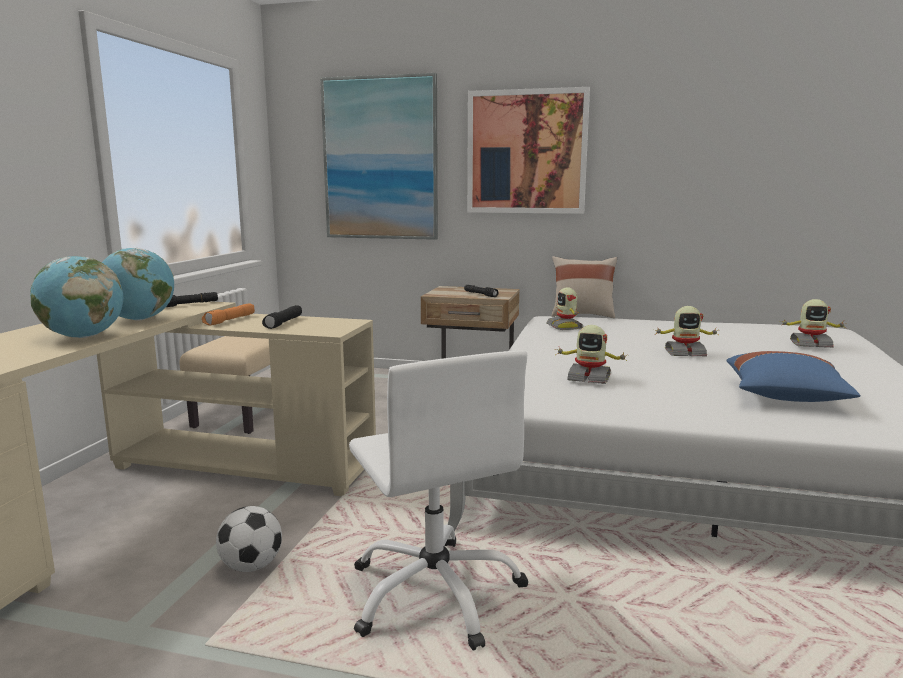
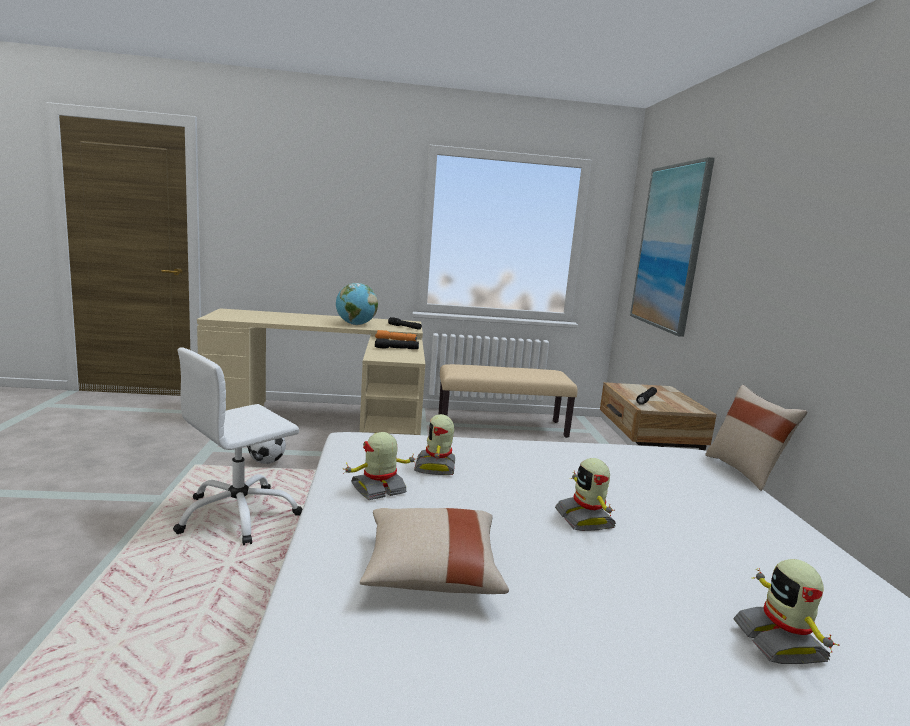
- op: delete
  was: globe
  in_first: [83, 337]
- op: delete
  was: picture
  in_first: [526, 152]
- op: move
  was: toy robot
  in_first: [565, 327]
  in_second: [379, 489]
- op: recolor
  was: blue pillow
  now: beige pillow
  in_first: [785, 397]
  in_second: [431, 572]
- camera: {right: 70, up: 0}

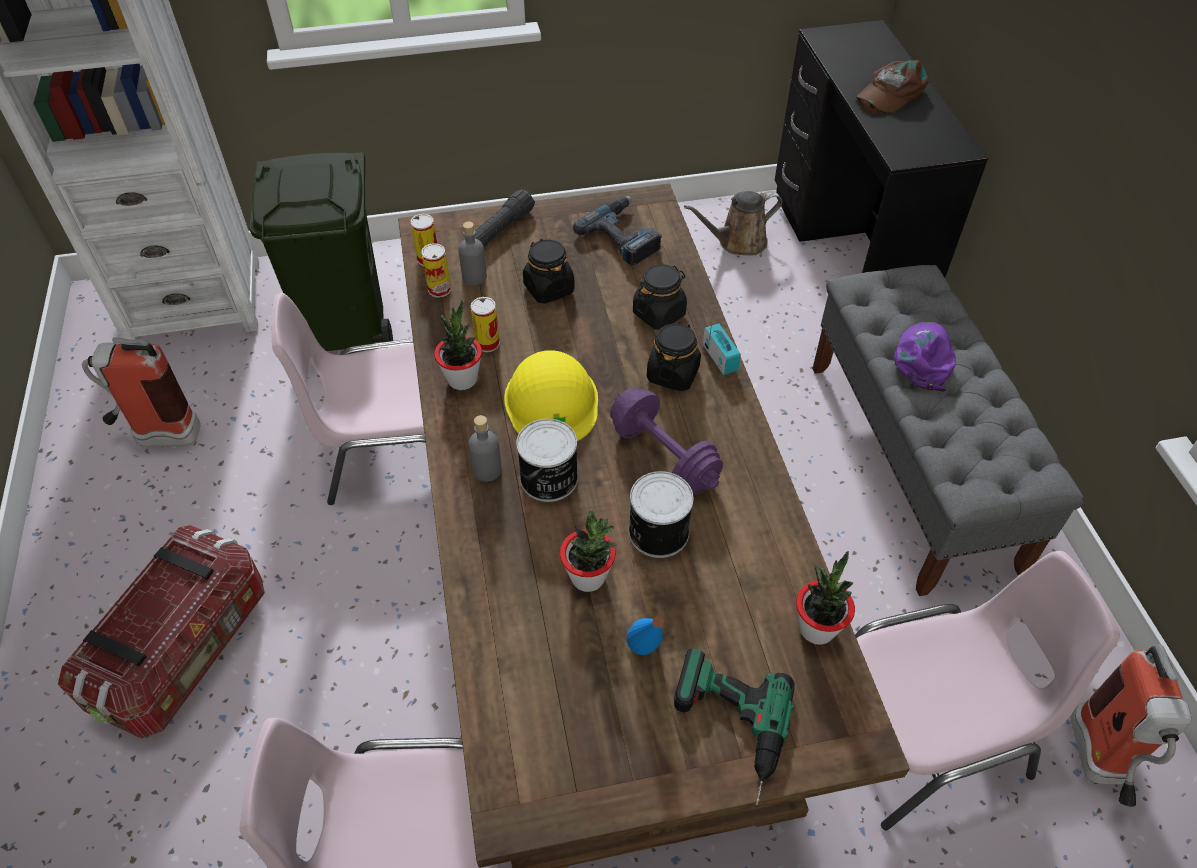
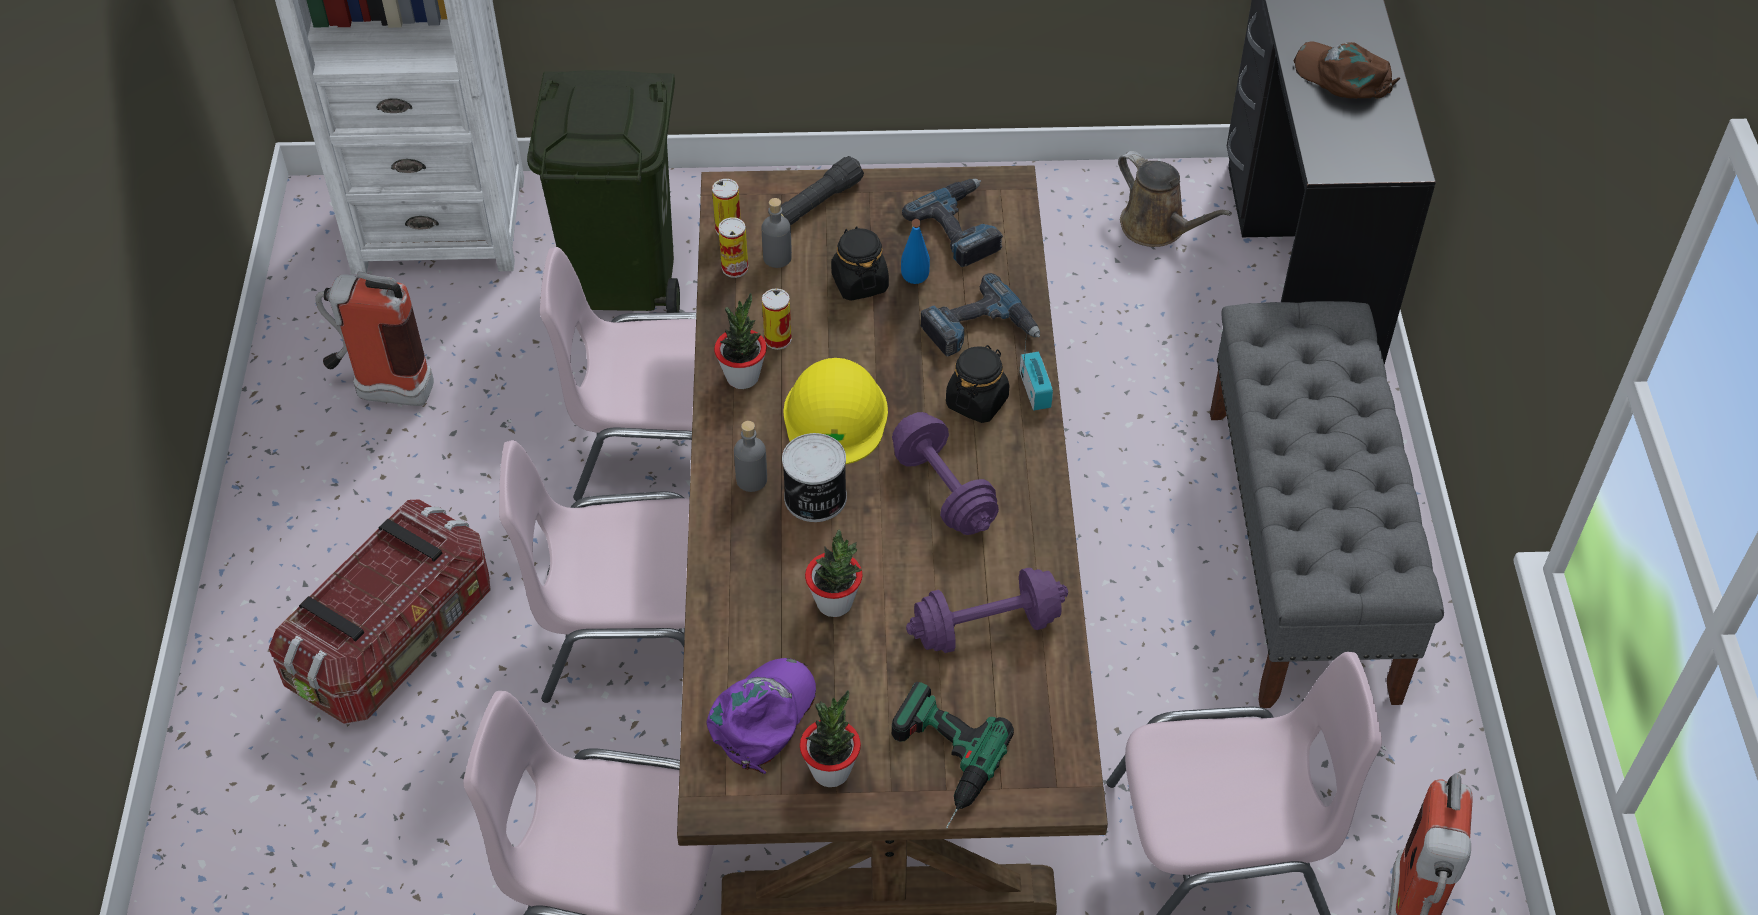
- op: move
  was: blue bottle
  in_first: [646, 659]
  in_second: [914, 286]
- op: delete
  was: can
  in_first: [656, 532]
- op: replace
  was: black jar
  now: power drill
  in_first: [659, 313]
  in_second: [979, 329]
- op: rotate
  was: brown watering can
  in_first: [737, 242]
  in_second: [1157, 228]
  clockwise: -120
- op: move
  was: potted plant
  in_first: [817, 628]
  in_second: [831, 771]
- op: rotate
  was: brown cap
  in_first: [890, 93]
  in_second: [1343, 76]
  clockwise: 75
- op: move
  was: purple cap
  in_first: [924, 358]
  in_second: [763, 716]
- op: insert
  now: pink chair
  in_second: [630, 631]
- op: insert
  now: purple dumbbell
  in_second: [986, 627]
- camera: {right: 10, up: 0}

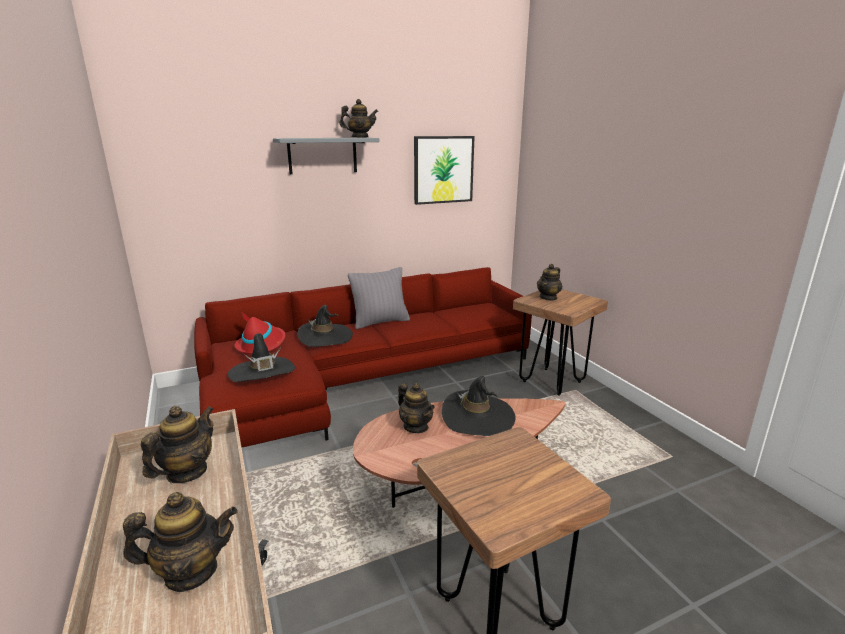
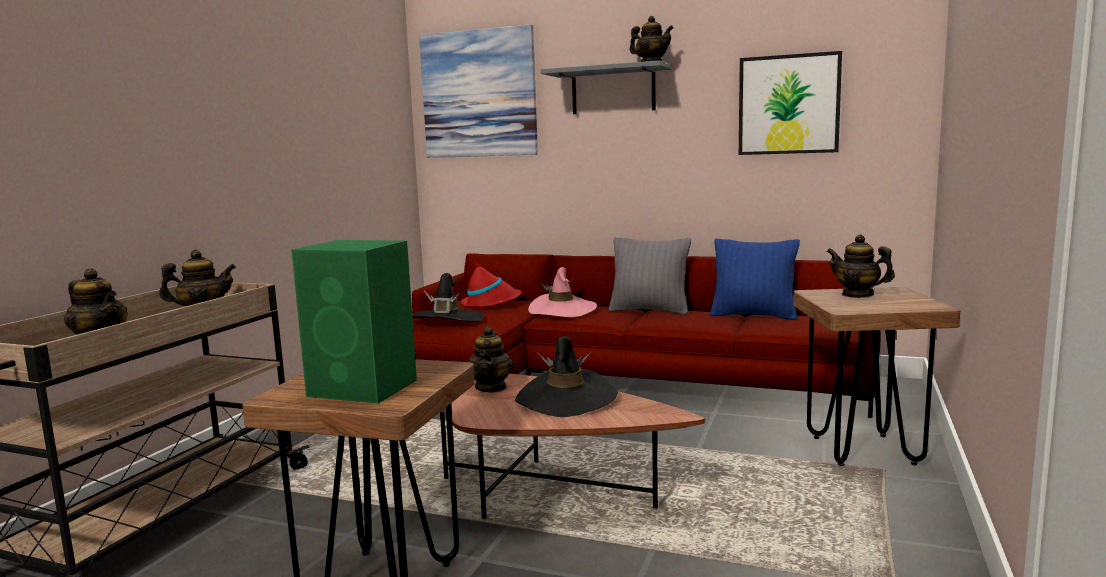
- op: recolor
  was: black hat
  now: pink hat
  in_first: [325, 337]
  in_second: [562, 310]
- op: rotate
  was: teapot
  in_first: [548, 297]
  in_second: [857, 295]
  clockwise: 45
- op: insert
  now: green speaker
  in_second: [365, 388]
- op: insert
  now: picture
  in_second: [479, 94]
- op: insert
  now: blue pillow
  in_second: [753, 316]
- camera: {right: 45, up: -10}

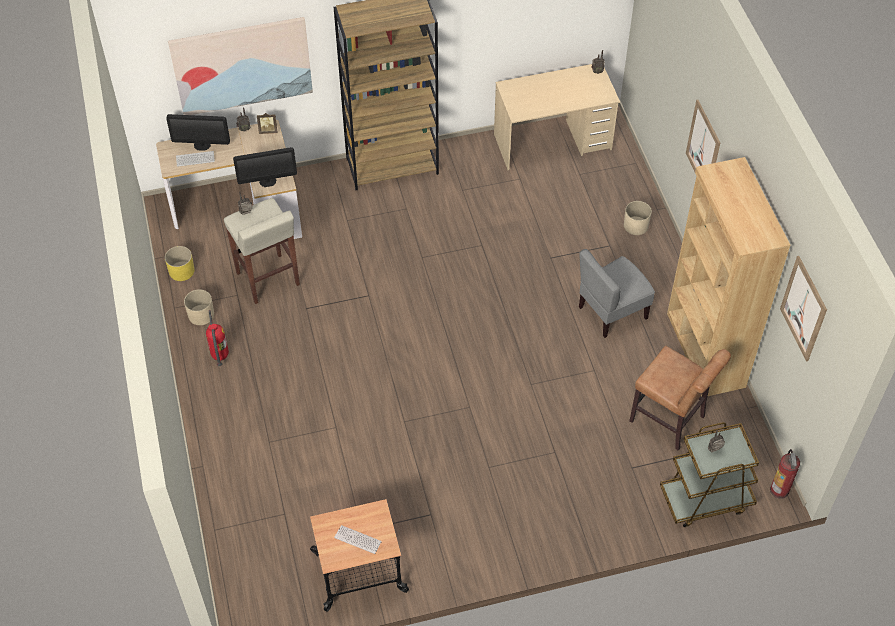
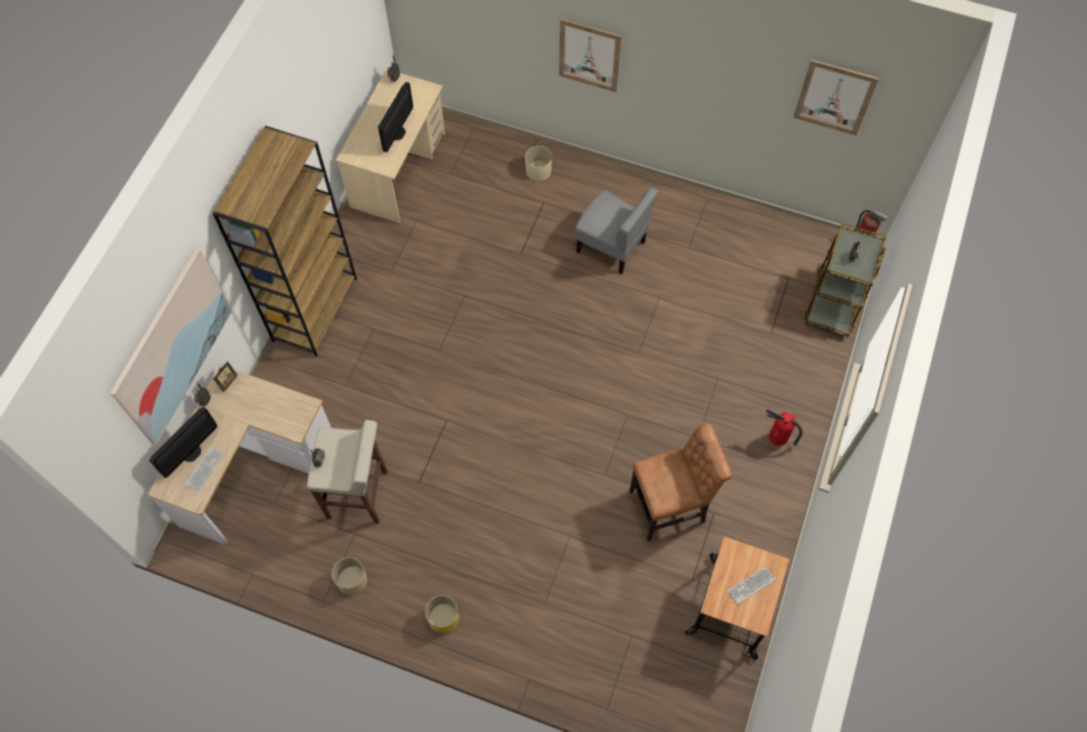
- op: move
  was: yellow planter
  in_first: [181, 271]
  in_second: [443, 618]
- op: move
  was: fire extinguisher
  in_first: [219, 356]
  in_second: [776, 440]
- op: move
  was: monitor
  in_first: [267, 181]
  in_second: [397, 133]
- op: rotate
  was: grey chair
  in_first: [612, 312]
  in_second: [611, 246]
  clockwise: -60
- op: move
  was: brown chair
  in_first: [670, 421]
  in_second: [671, 506]
- op: delete
  was: brown bookcase
  in_first: [705, 350]
- camera: {right: -55, up: 10}

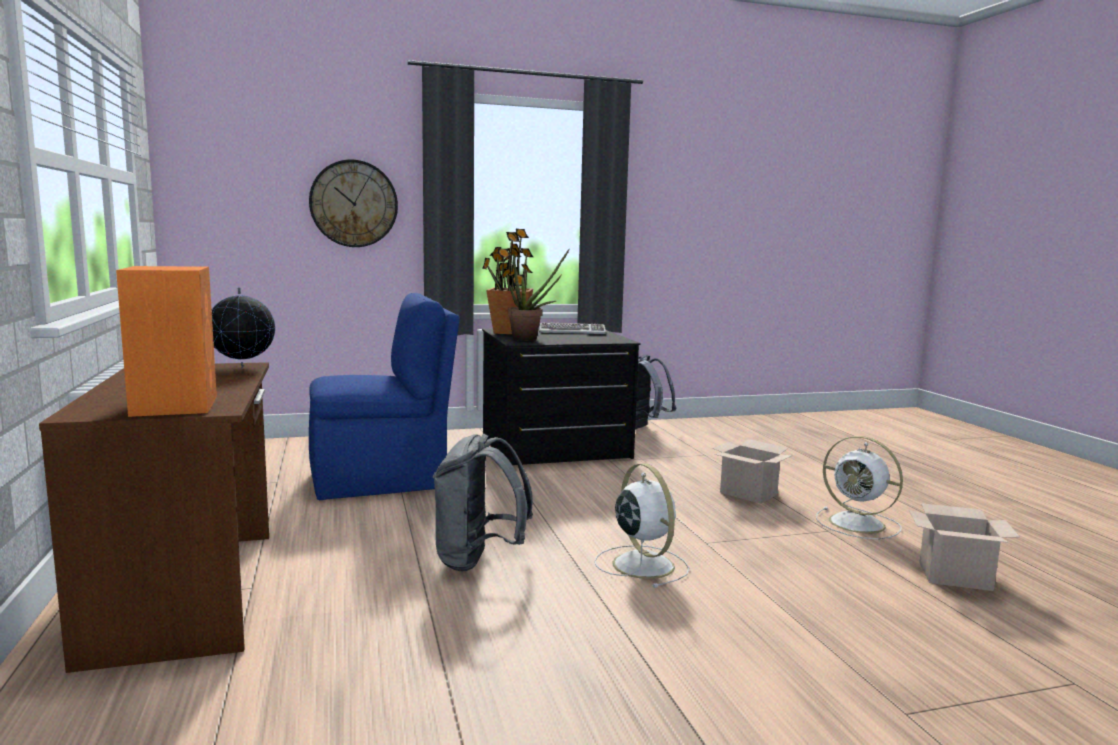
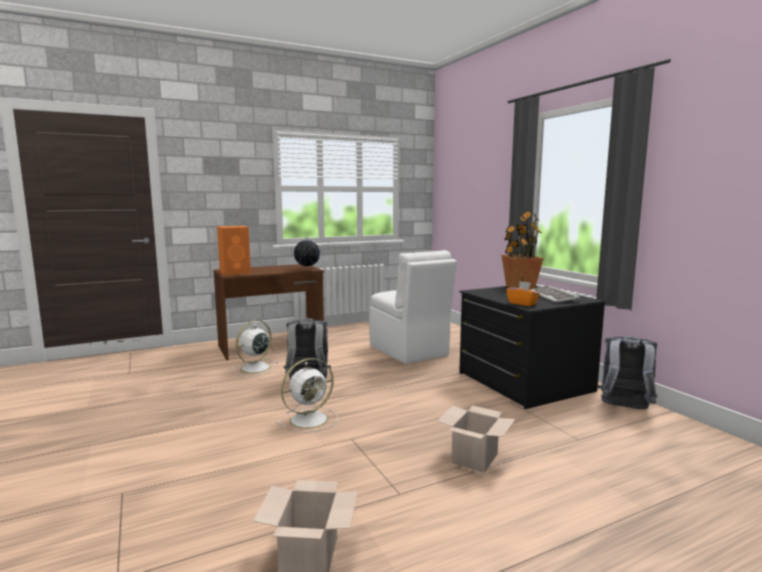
- op: delete
  was: wall clock
  in_first: [354, 203]
- op: recolor
  was: blue chair
  now: white chair
  in_first: [382, 480]
  in_second: [409, 351]
- op: delete
  was: potted plant
  in_first: [530, 339]
- op: move
  was: white fan
  in_first: [859, 524]
  in_second: [254, 368]
- op: insert
  now: orange tissue box
  in_second: [522, 303]
- camera: {right: 80, up: 0}

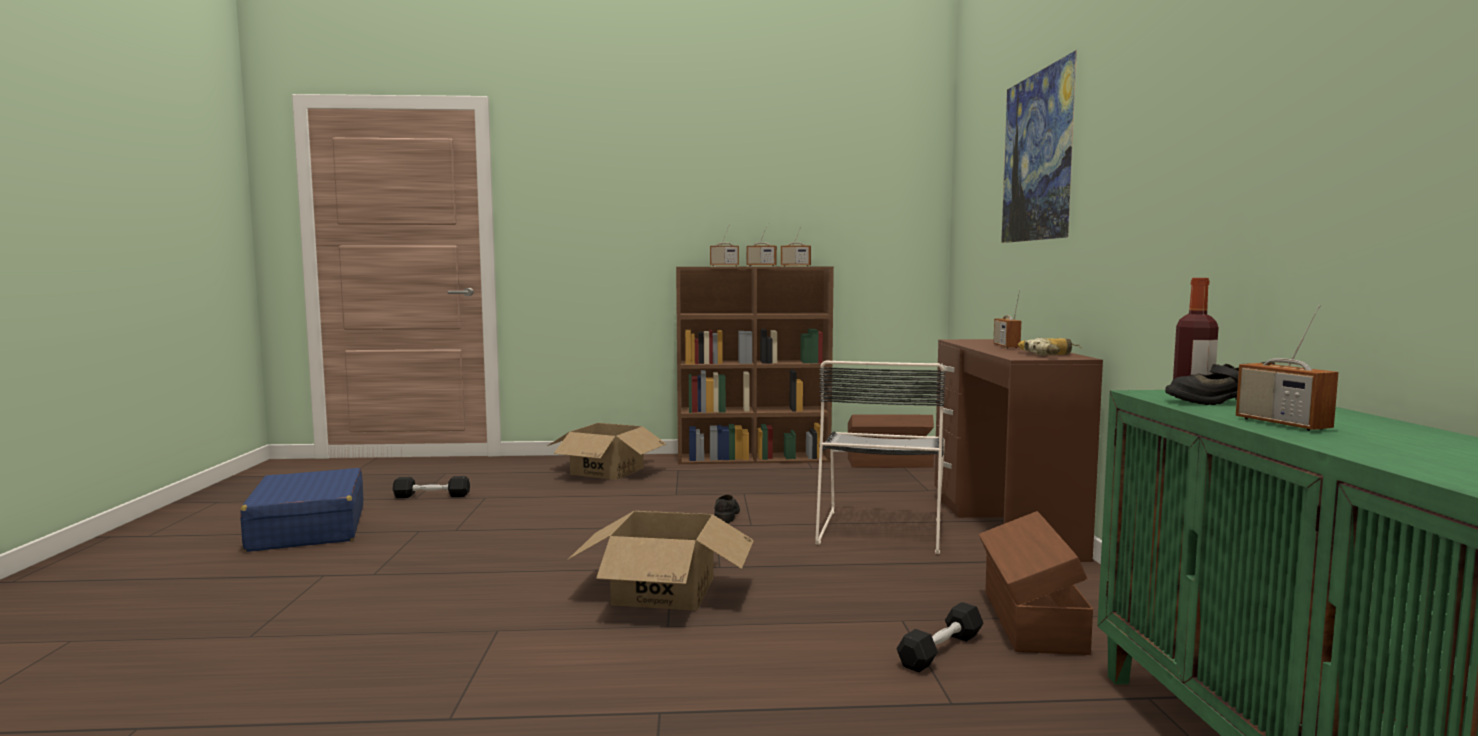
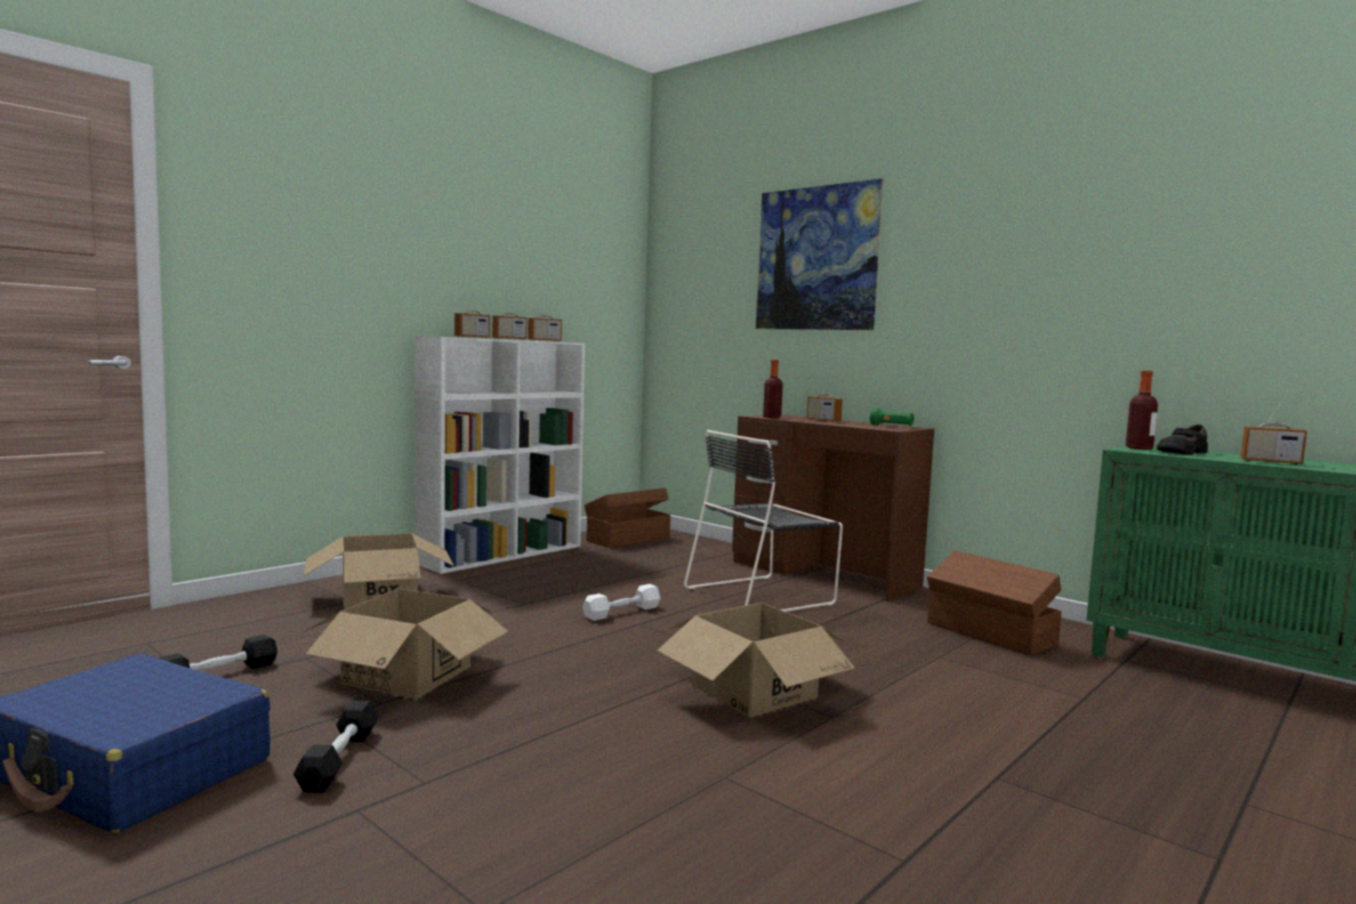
- op: recolor
  was: brown bookcase
  now: white bookcase
  in_first: [755, 458]
  in_second: [503, 554]
- op: replace
  was: black shoe
  now: white dumbbell
  in_first: [726, 515]
  in_second: [622, 612]
- op: rotate
  was: black chair
  in_first: [881, 529]
  in_second: [762, 595]
  clockwise: 90
- op: move
  was: black dumbbell
  in_first: [941, 650]
  in_second: [339, 759]
- op: replace
  was: power drill
  now: green flashlight
  in_first: [1052, 355]
  in_second: [891, 426]
- op: insert
  now: cardboard box
  in_second: [406, 675]
- op: insert
  now: bottle
  in_second: [772, 417]
- camera: {right: -45, up: 0}

